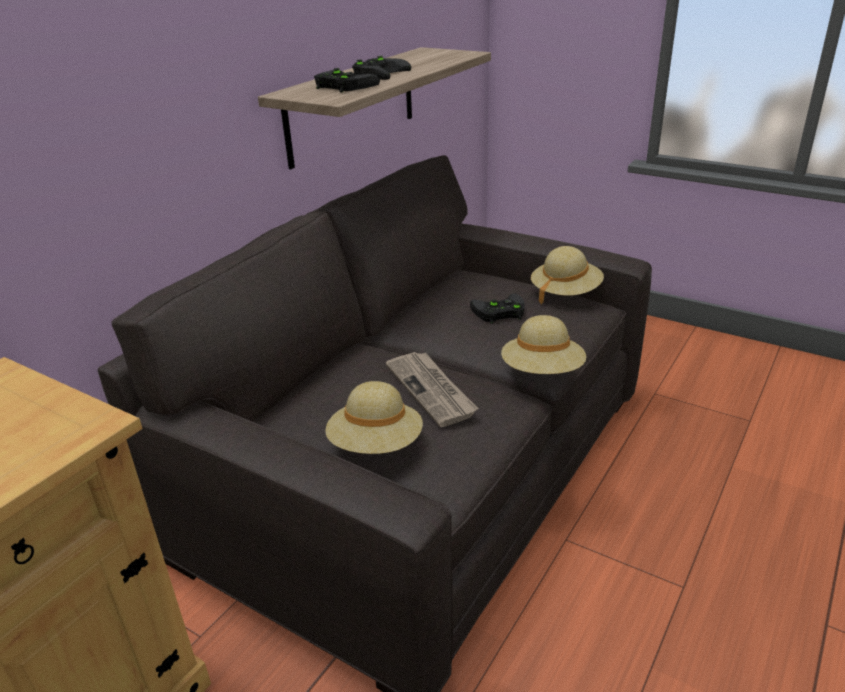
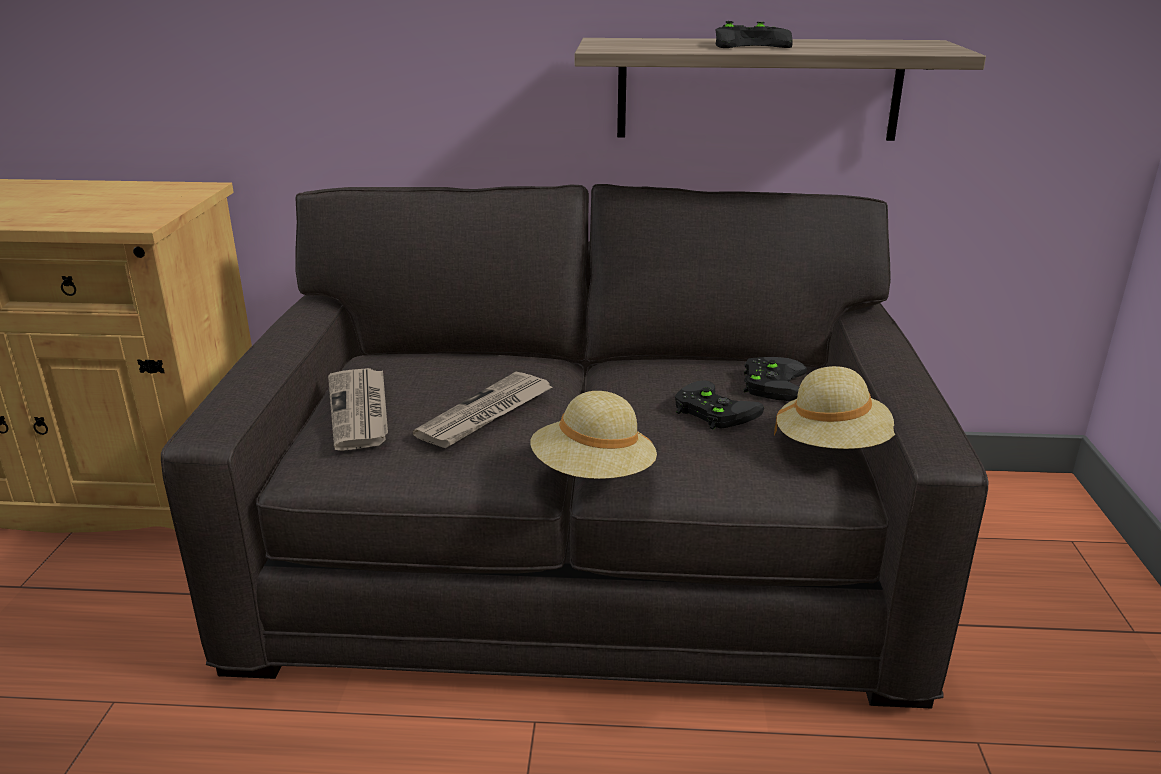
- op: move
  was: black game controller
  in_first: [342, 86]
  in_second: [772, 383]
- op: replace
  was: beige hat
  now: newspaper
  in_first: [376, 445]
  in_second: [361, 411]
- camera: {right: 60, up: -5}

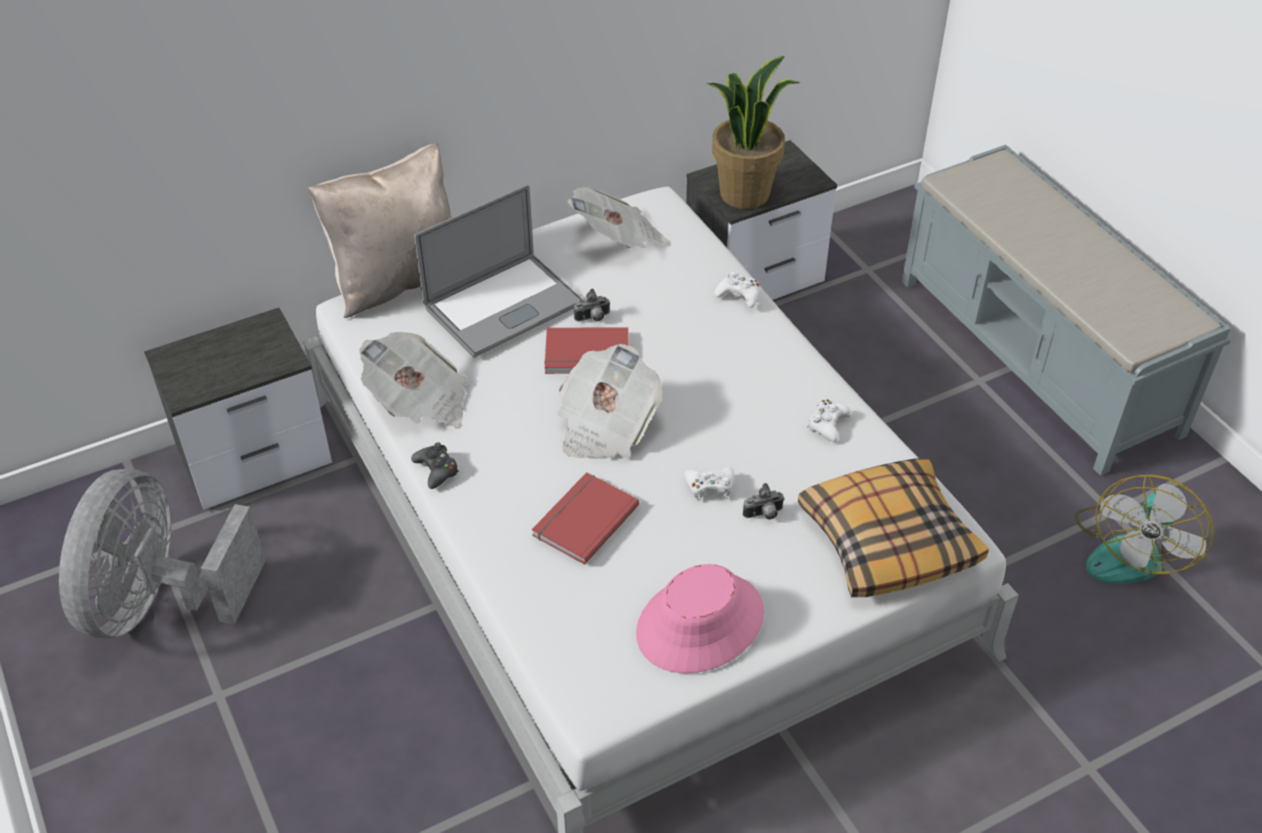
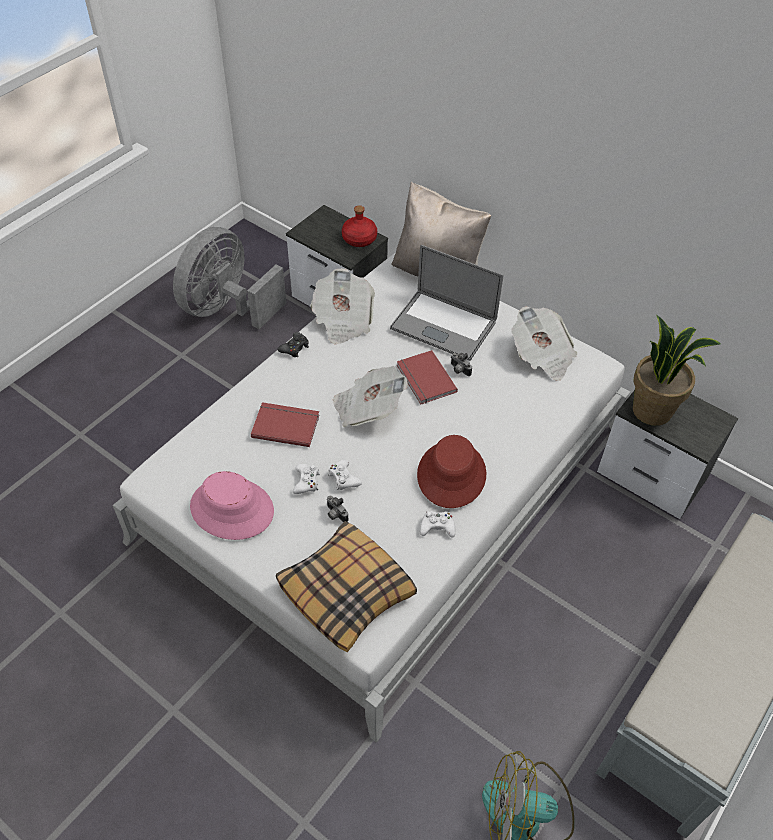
- op: rotate
  was: grey fan
  in_first: [162, 603]
  in_second: [227, 309]
  clockwise: -45
- op: move
  was: white game controller
  in_first: [739, 295]
  in_second: [306, 482]
- op: insert
  now: red bottle
  in_second: [359, 238]
- op: insert
  now: red hat
  in_second: [451, 474]
- camera: {right: 65, up: 5}

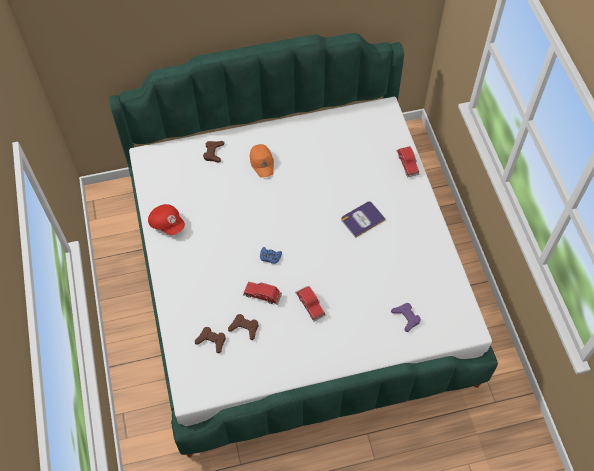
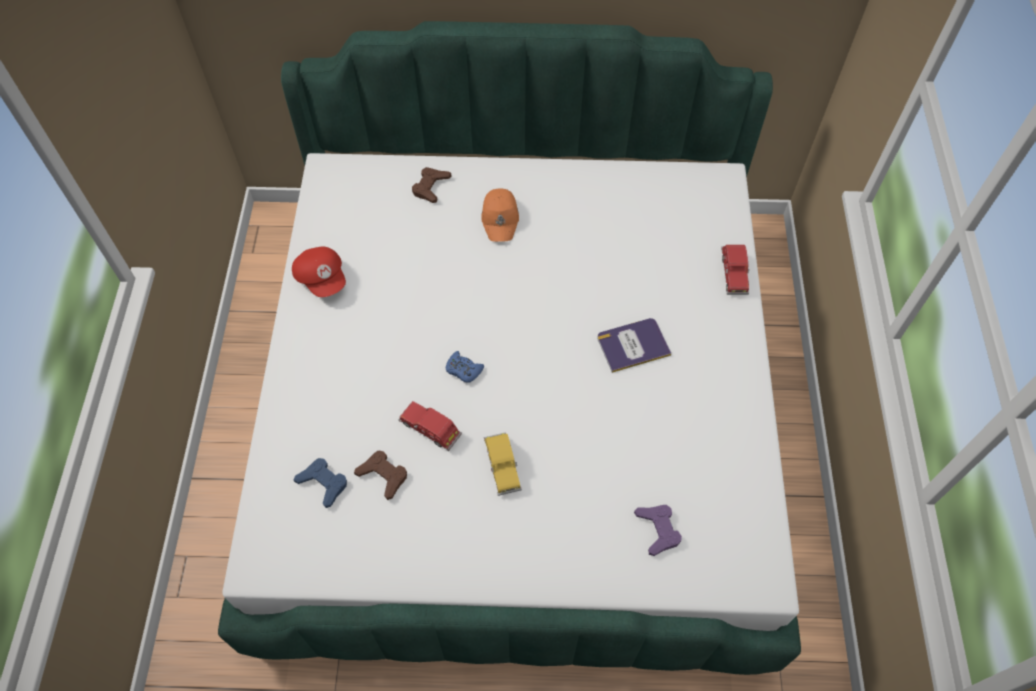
- op: recolor
  was: brown game controller
  now: blue game controller
  in_first: [211, 340]
  in_second: [323, 483]
- op: recolor
  was: red toy car
  now: yellow toy car
  in_first: [310, 305]
  in_second: [502, 466]
- camera: {right: 15, up: 0}

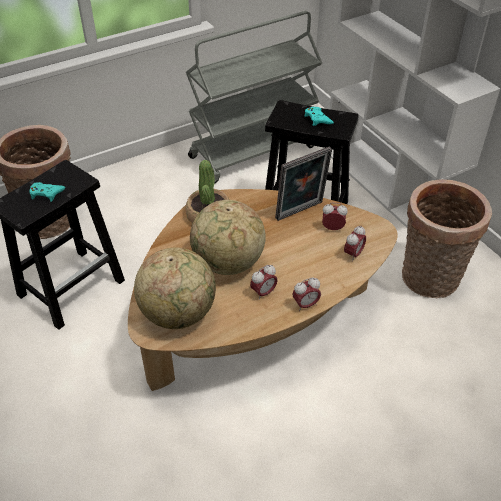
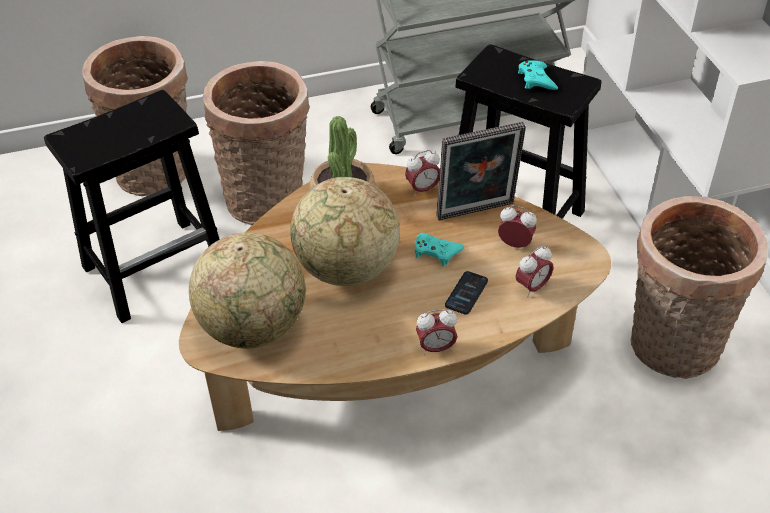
- op: move
  was: turquoise game controller
  in_first: [46, 193]
  in_second: [436, 252]
- op: move
  was: alarm clock
  in_first: [263, 293]
  in_second: [423, 189]
- op: insert
  now: basket
  in_second: [269, 201]
- op: insert
  now: phone
  in_second: [466, 293]
- camera: {right: 15, up: 0}

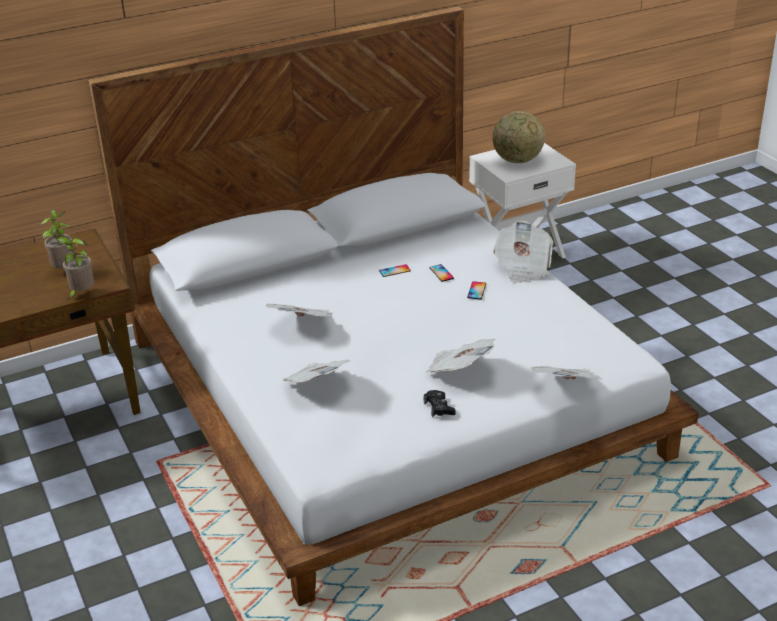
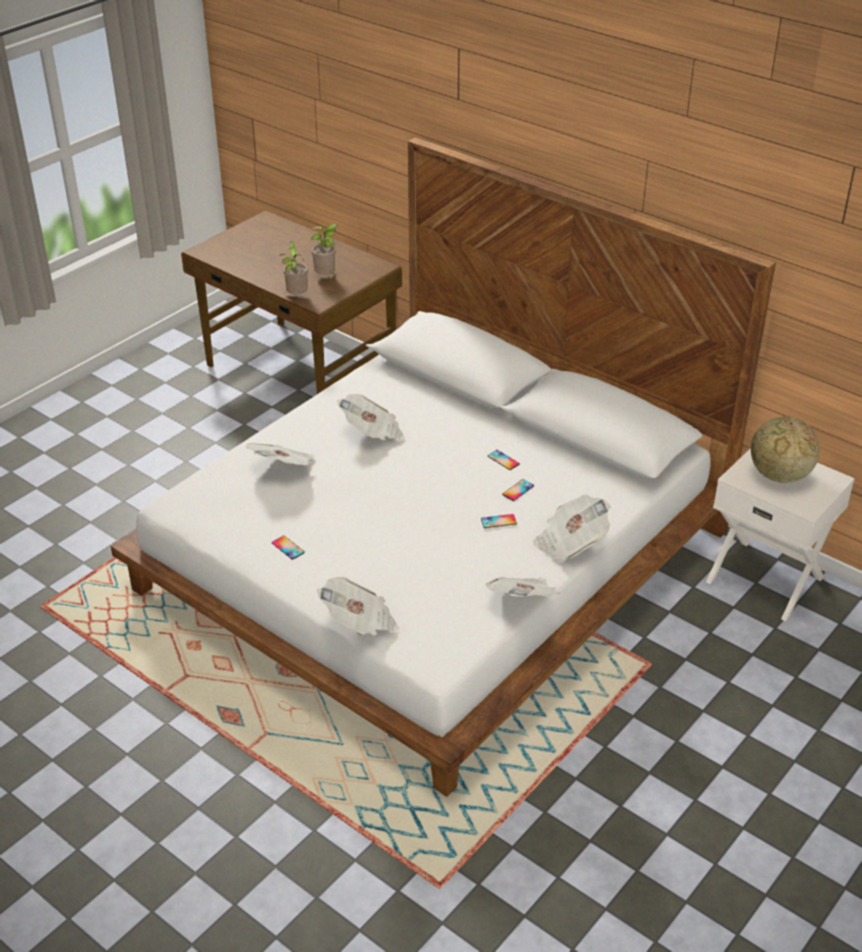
- op: replace
  was: black game controller
  now: phone
  in_first: [439, 408]
  in_second: [288, 548]
- op: move
  was: newspaper
  in_first: [459, 370]
  in_second: [523, 601]
- camera: {right: 65, up: 5}

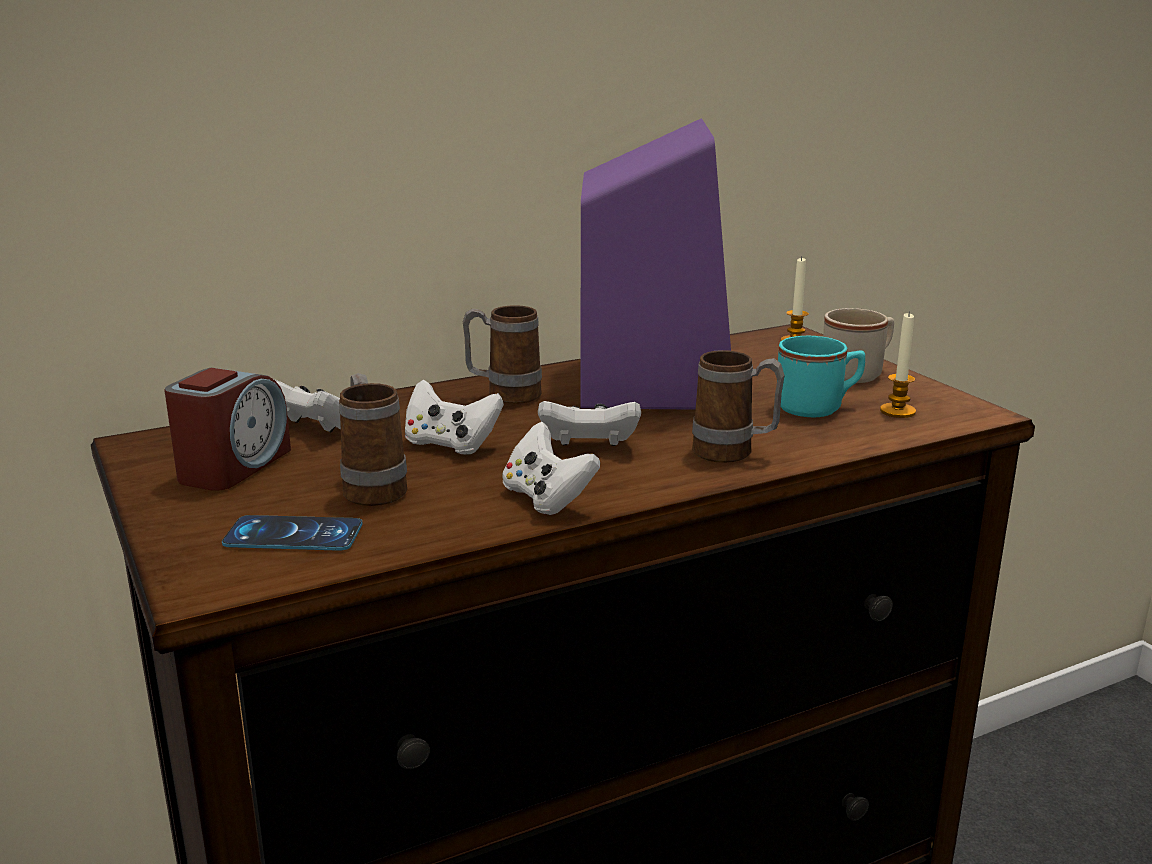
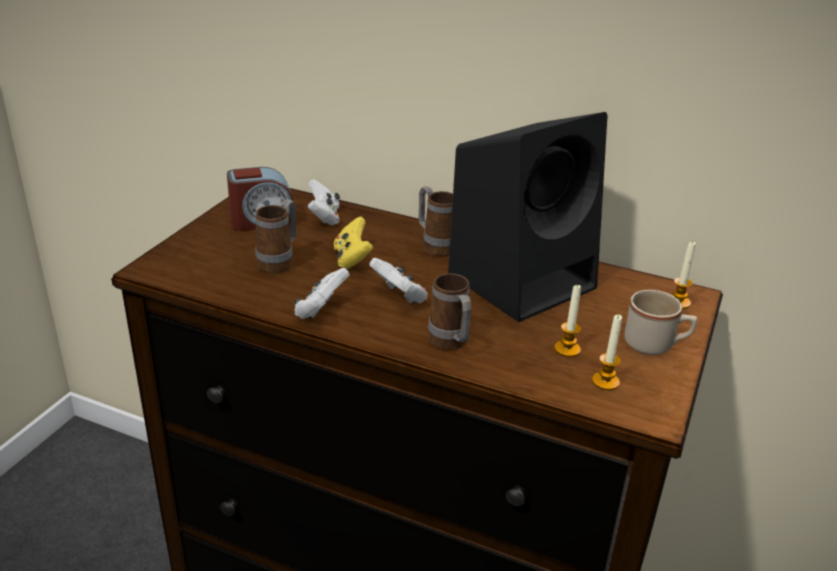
- op: delete
  was: phone
  in_first: [293, 535]
- op: recolor
  was: white game controller
  now: yellow game controller
  in_first: [450, 444]
  in_second: [352, 259]
- op: recolor
  was: purple speaker
  now: black speaker
  in_first: [652, 381]
  in_second: [523, 279]
- op: replace
  was: turquoise mug
  now: candle
  in_first: [818, 407]
  in_second: [567, 349]
- camera: {right: 50, up: 10}

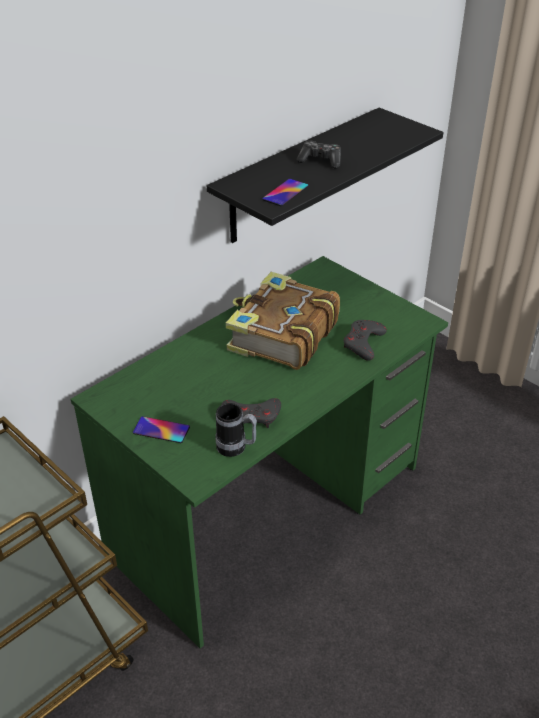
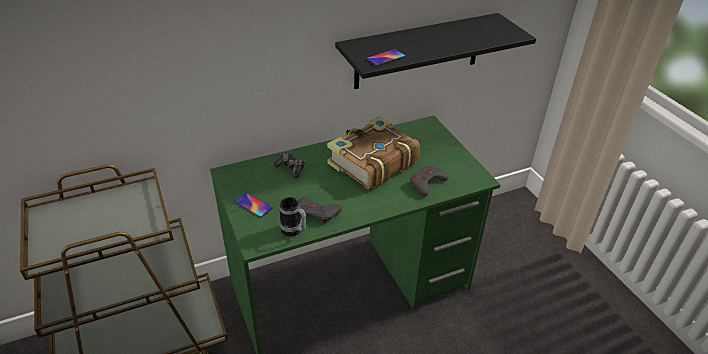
- op: move
  was: game controller
  in_first: [320, 161]
  in_second: [290, 168]
- camera: {right: 20, up: 0}

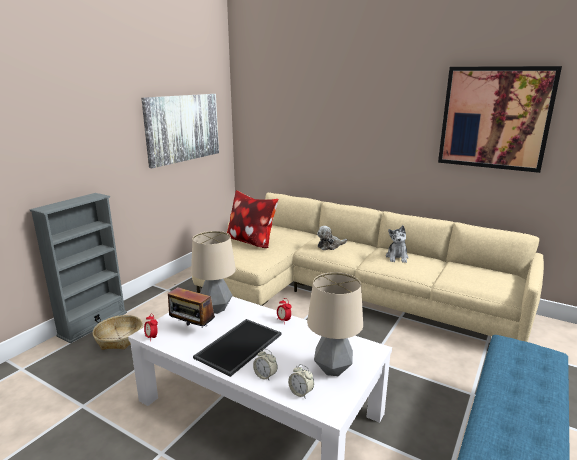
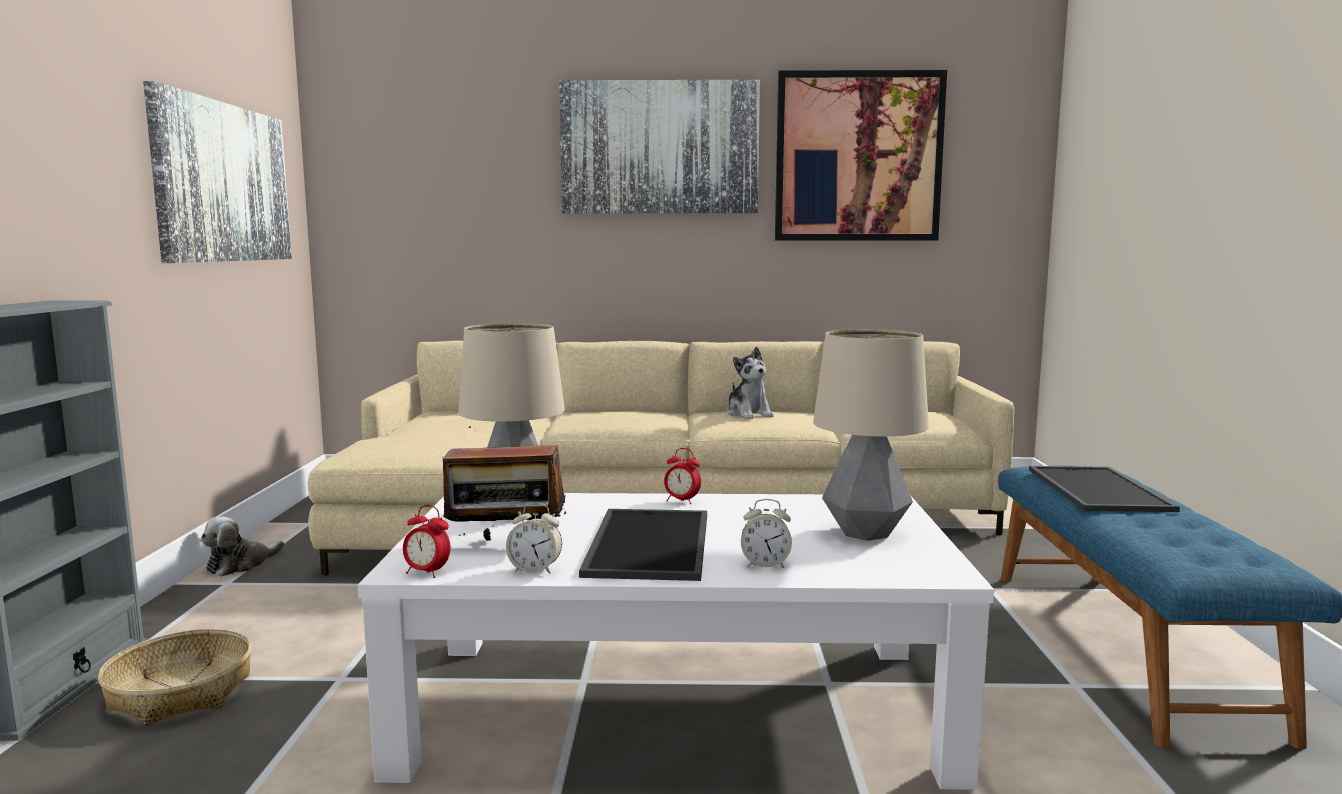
- op: delete
  was: pillow
  in_first: [251, 242]
- op: move
  was: alarm clock
  in_first: [301, 392]
  in_second: [535, 570]
- op: move
  was: plush toy
  in_first: [330, 246]
  in_second: [240, 565]
- op: insert
  now: picture
  in_second: [659, 148]
- op: insert
  now: tray
  in_second: [1101, 490]
- camera: {right: -30, up: -10}

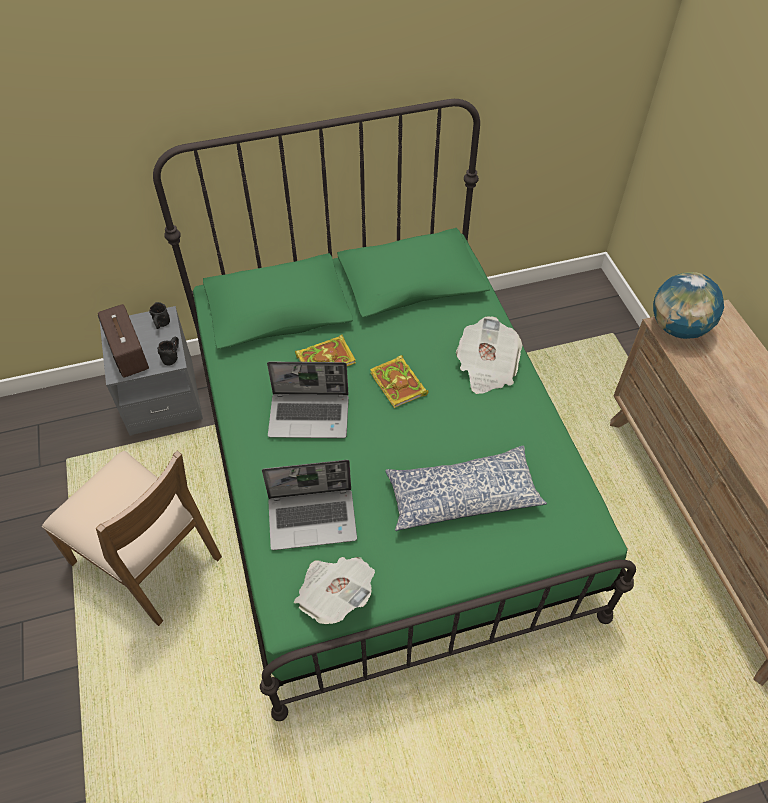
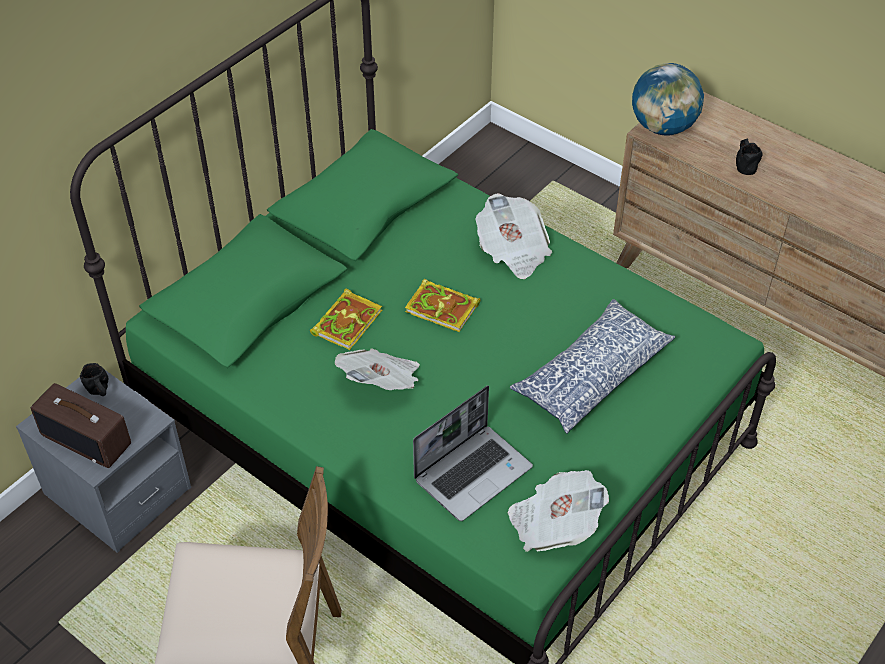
- op: move
  was: black mug
  in_first: [172, 355]
  in_second: [744, 164]
- op: replace
  was: laptop
  now: newspaper
  in_first: [310, 416]
  in_second: [382, 383]
- camera: {right: -35, up: -5}

